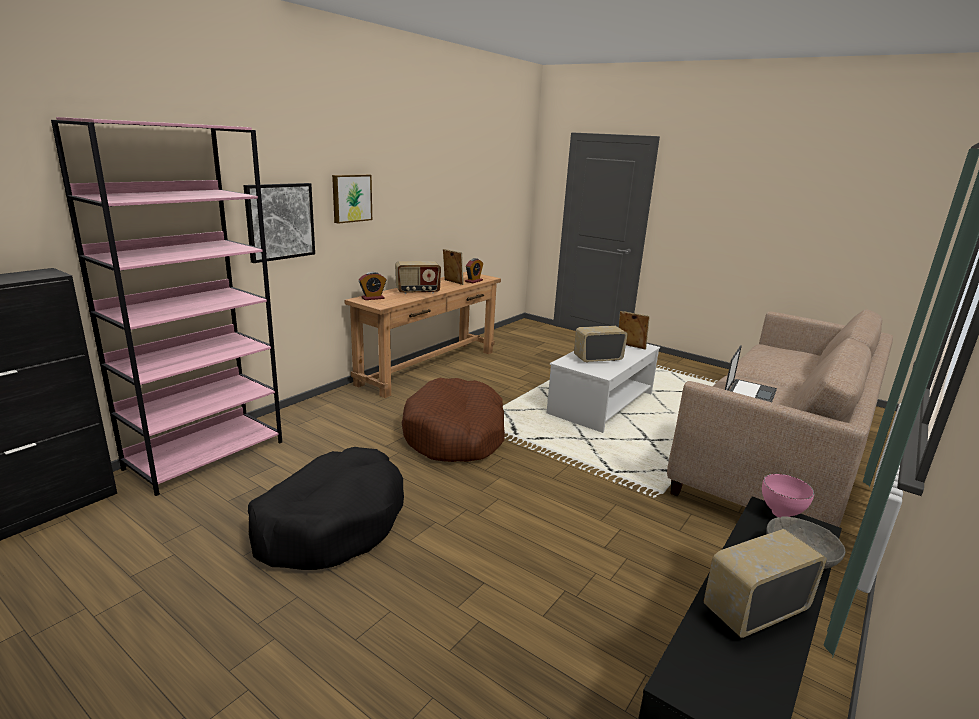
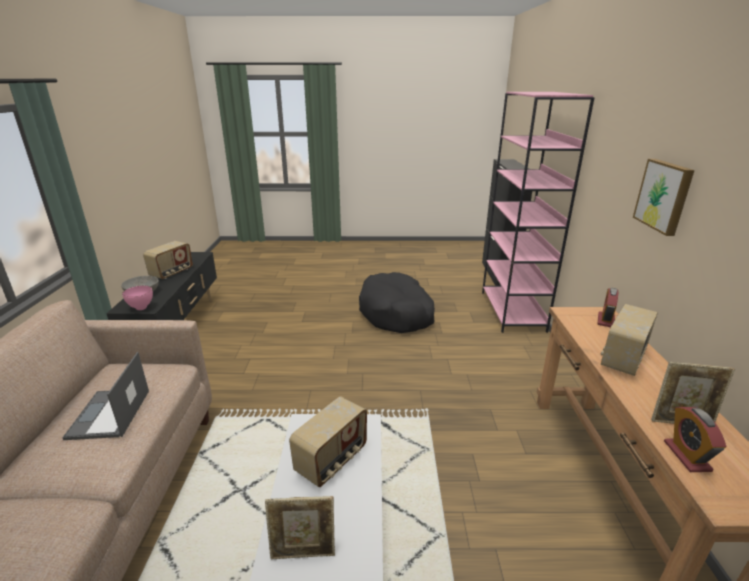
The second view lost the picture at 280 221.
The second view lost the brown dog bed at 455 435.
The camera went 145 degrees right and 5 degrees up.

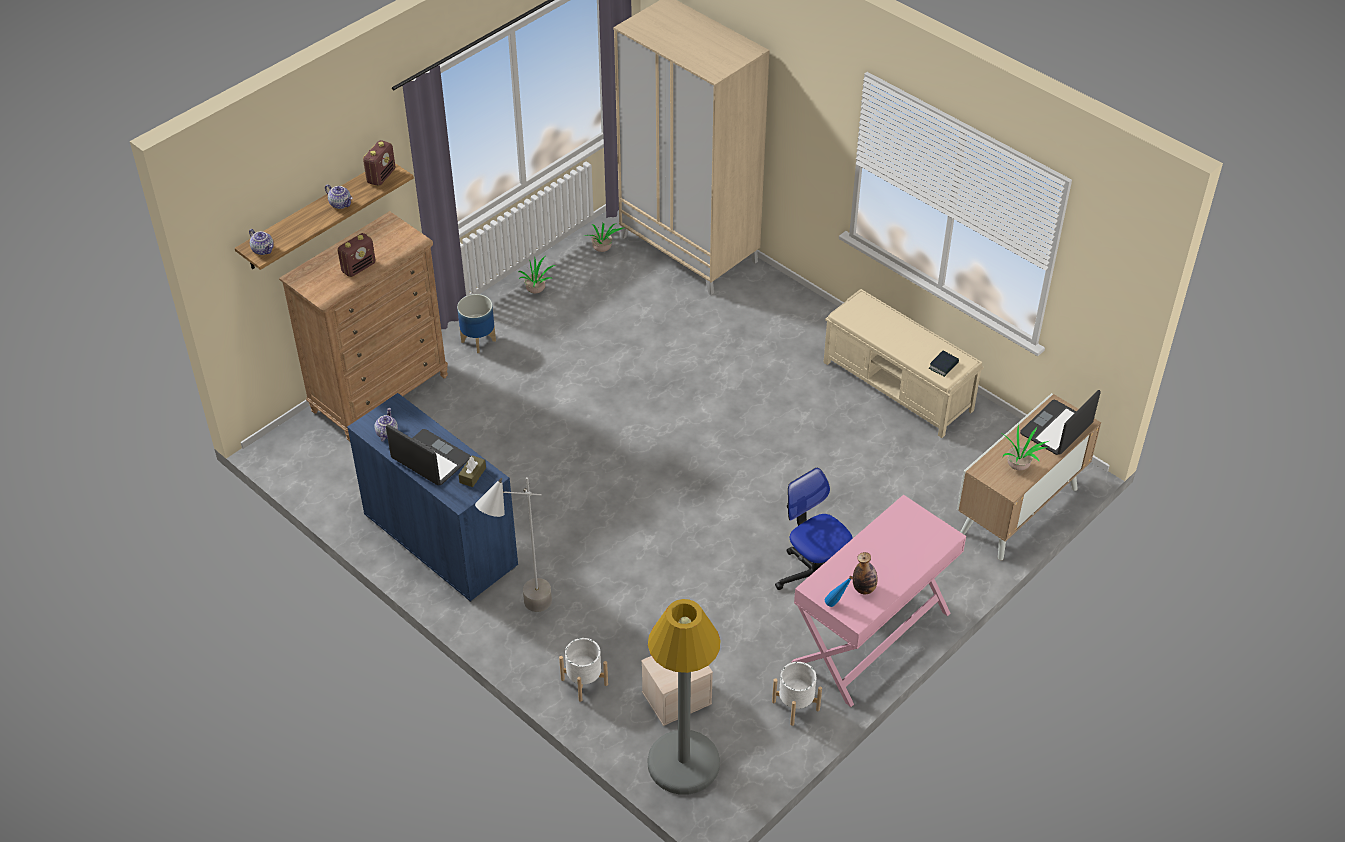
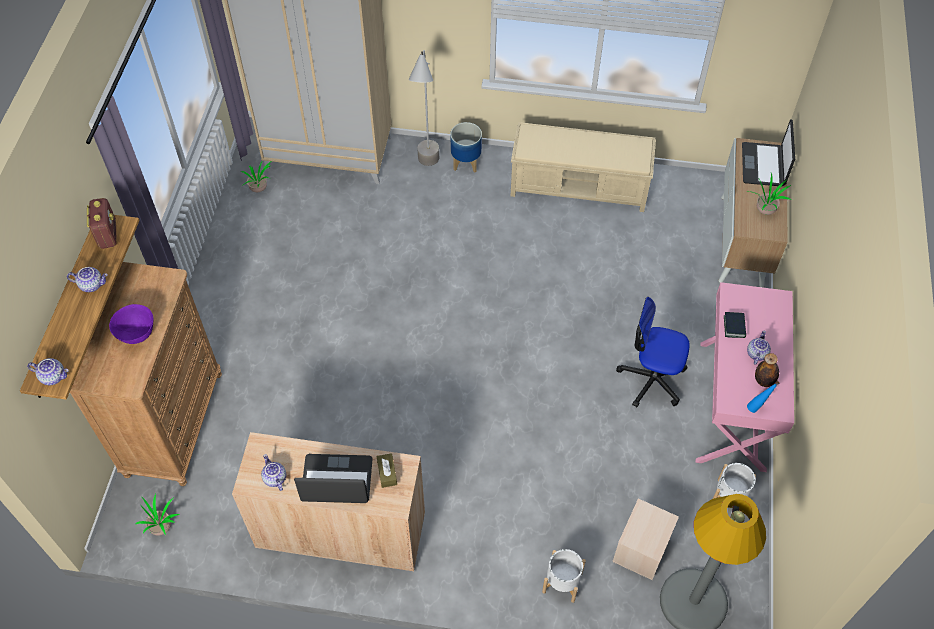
Where the radio stood at 359 267, the purple bowl came to stand at 137 334.
What was the blue cabinet at 440 540 turned into the beige cabinet at 341 530.
The planter ended up elsewhere, having gone from 479 341 to 466 162.
The grey floor lamp ended up elsewhere, having gone from 522 616 to 427 171.
The potted plant ended up elsewhere, having gone from 537 290 to 162 526.
The book ended up elsewhere, having gone from 943 366 to 734 326.
The second view gained the teapot at 756 353.
The camera went 35 degrees left and 10 degrees up.

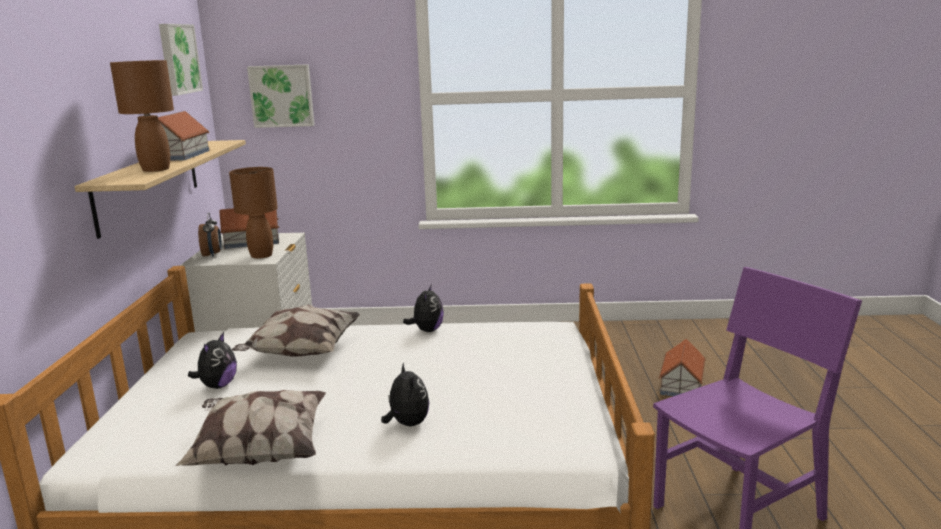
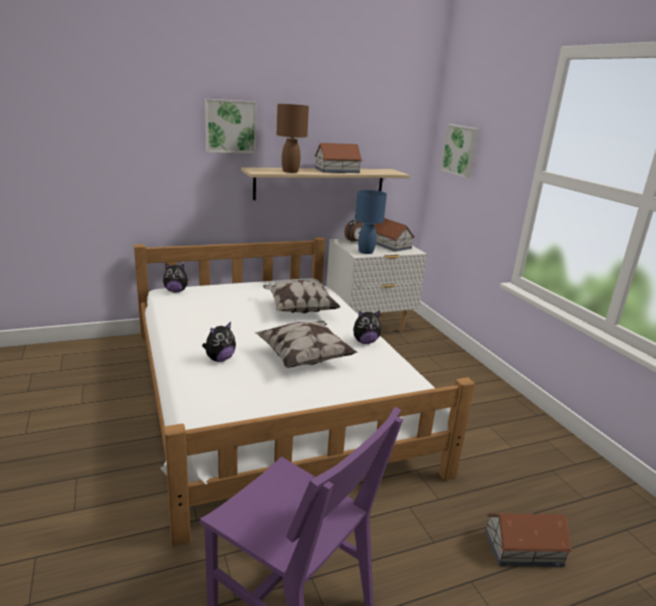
The picture ended up elsewhere, having gone from 178 59 to 230 126.
The pillow ended up elsewhere, having gone from 260 451 to 305 358.
The plush toy ended up elsewhere, having gone from 217 386 to 176 291.
What was the brown table lamp at 261 255 turned into the blue table lamp at 365 252.
The camera went 65 degrees right and 5 degrees up.

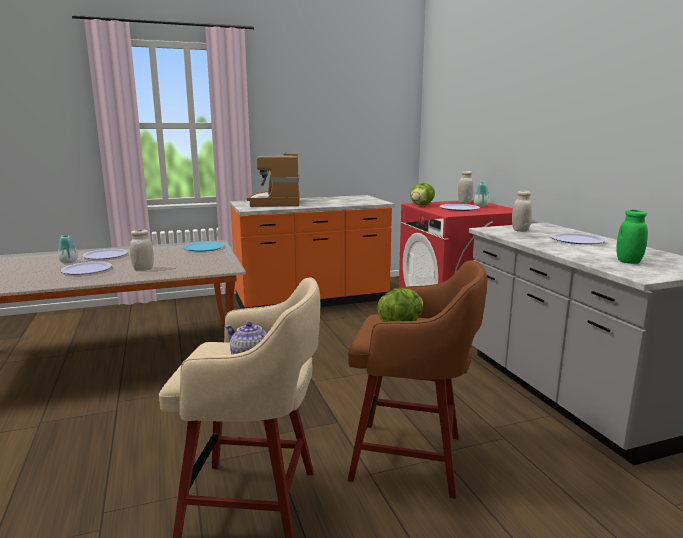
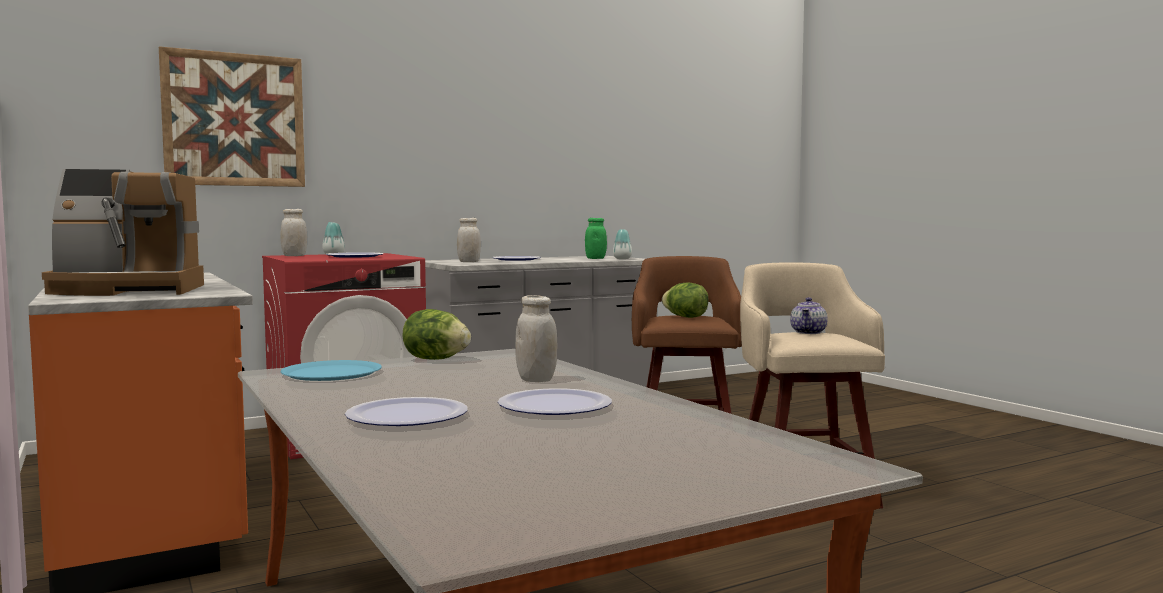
The vase ended up elsewhere, having gone from 69 262 to 622 259.
The lettuce ended up elsewhere, having gone from 421 205 to 436 359.
The second view gained the picture at 234 120.
The camera went 100 degrees left and 10 degrees down.

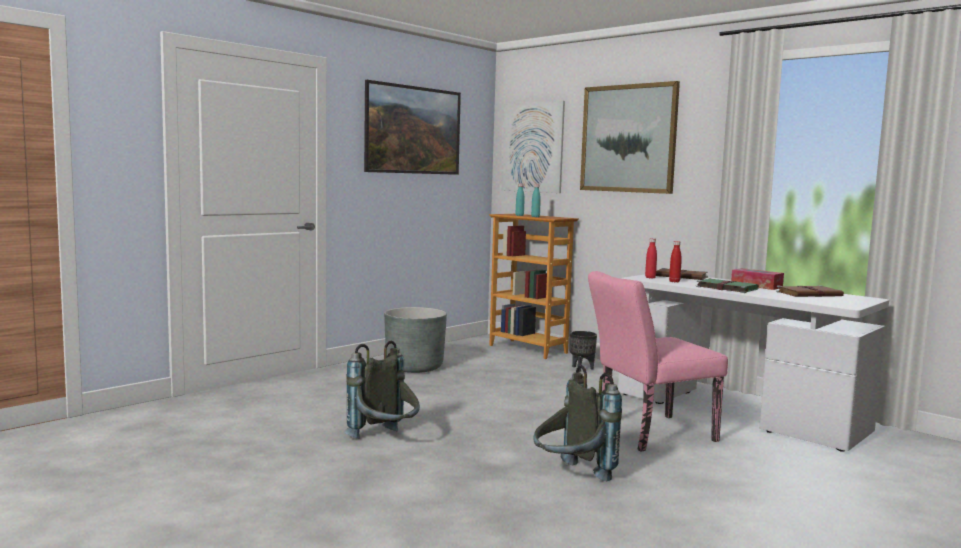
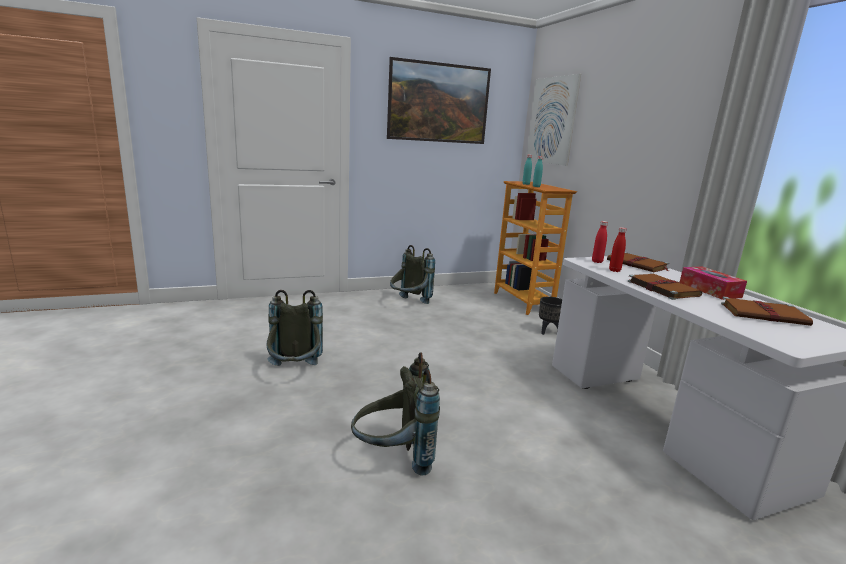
Where the grey planter stood at 414 367, the grey backpack came to stand at 409 304.
The second view lost the picture at 628 138.
The second view lost the pink chair at 648 434.
What was the green book at 725 288 turned into the brown book at 661 288.
The camera went 25 degrees right and 10 degrees up.

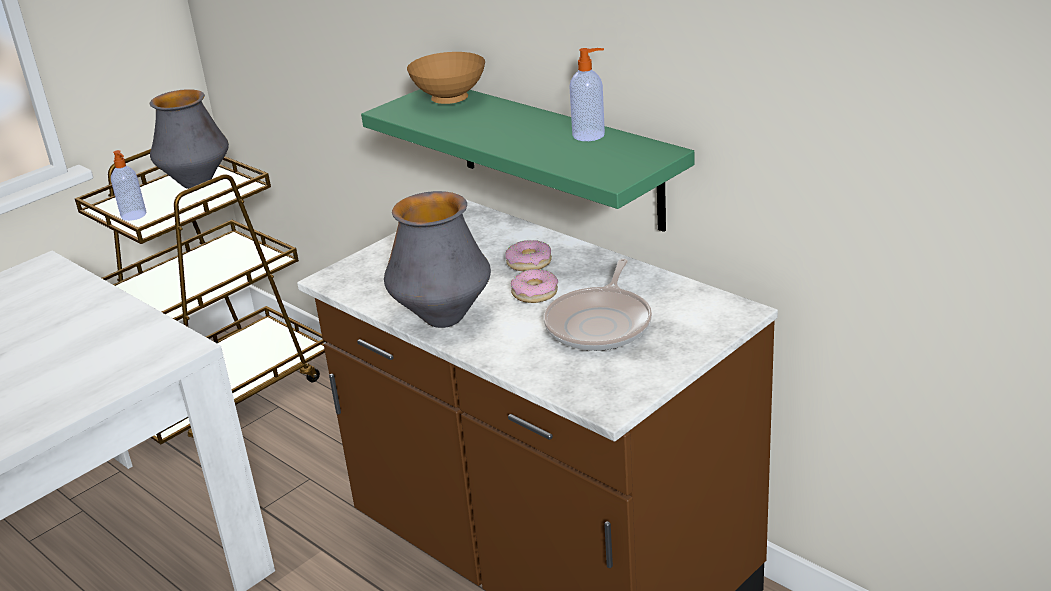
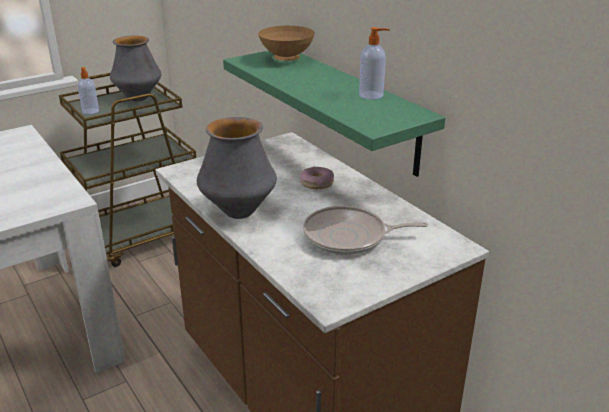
The second view lost the donut at 534 293.
The frying pan at 600 324 ended up facing another way, 60 degrees clockwise from before.
The camera went 10 degrees right and 0 degrees up.

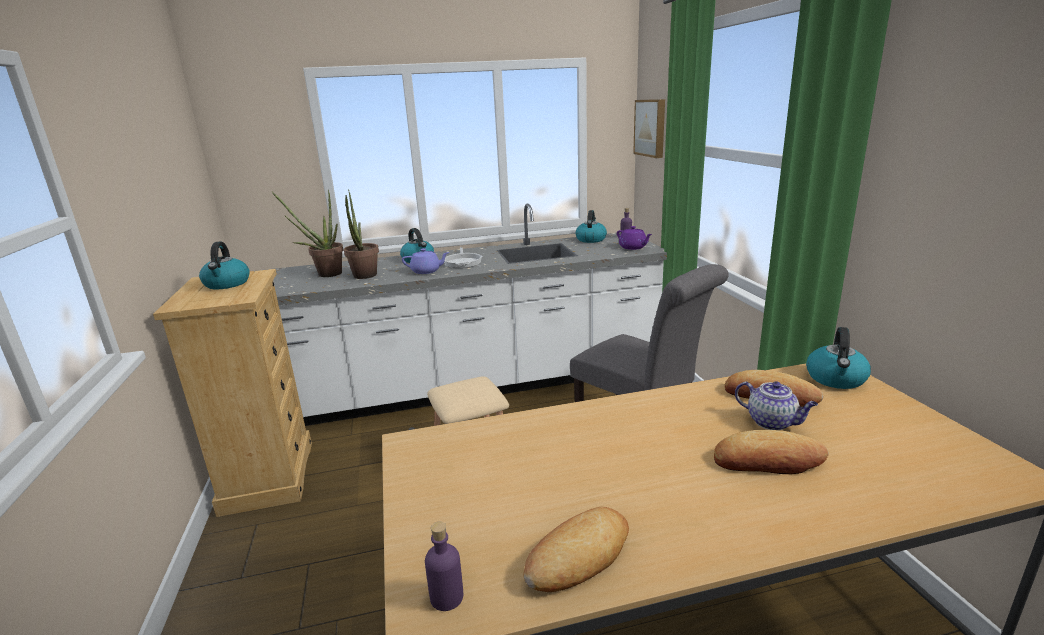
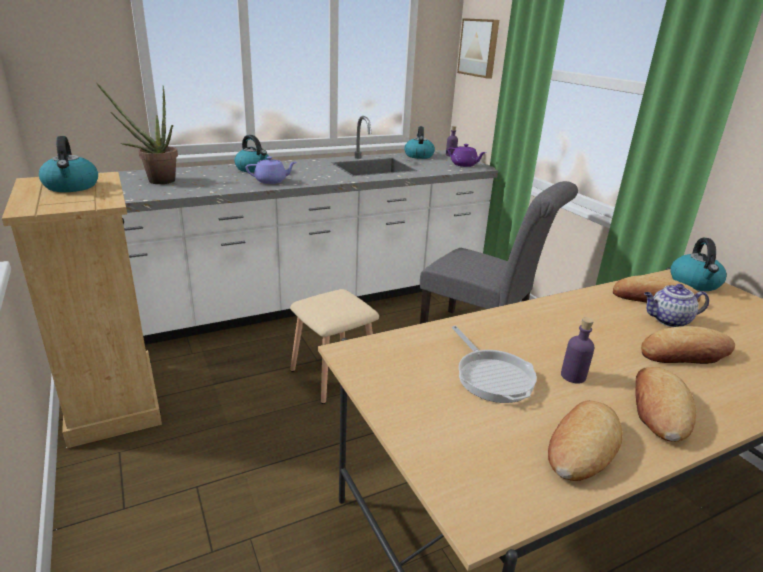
The second view lost the potted plant at 364 277.
The purple bottle ended up elsewhere, having gone from 447 597 to 573 376.
The frying pan ended up elsewhere, having gone from 463 262 to 492 376.
The teapot at 772 422 ended up facing another way, 150 degrees clockwise from before.
The second view gained the bread at 659 409.
The camera went 15 degrees left and 5 degrees up.

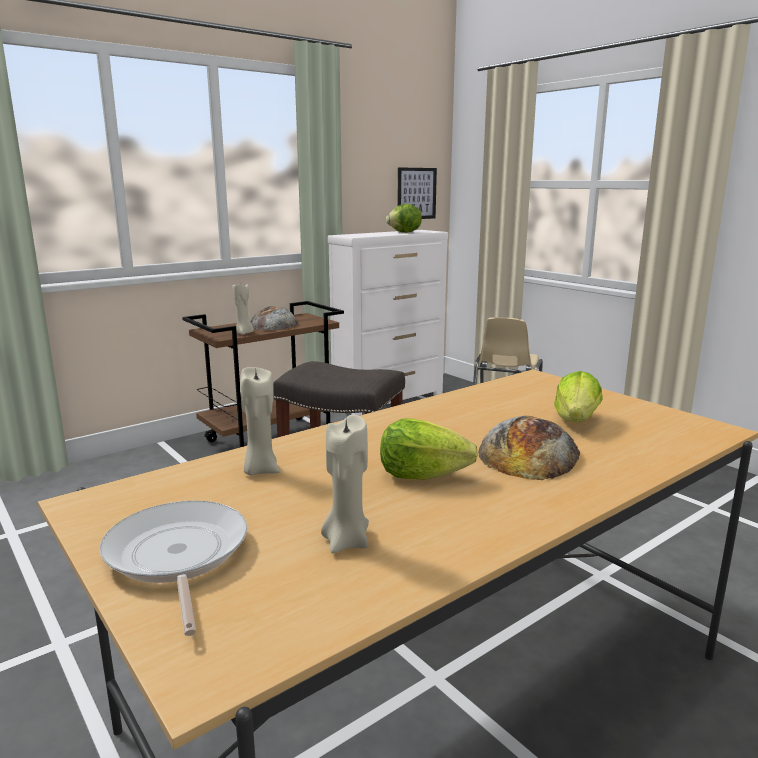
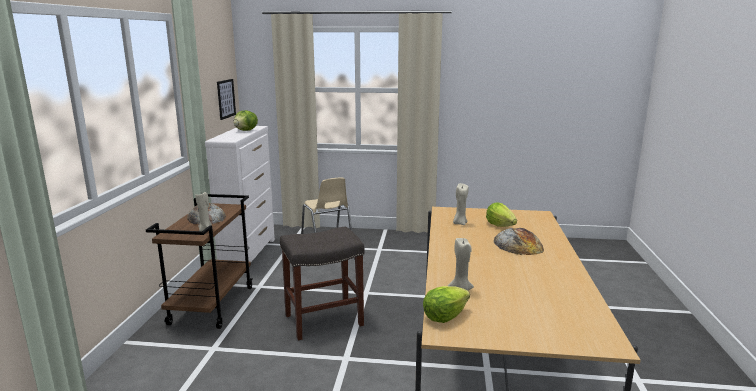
The second view lost the frying pan at 177 556.
The beige candle ended up elsewhere, having gone from 346 541 to 459 223.
The lettuce ended up elsewhere, having gone from 421 475 to 444 316.
The camera went 45 degrees left and 0 degrees up.

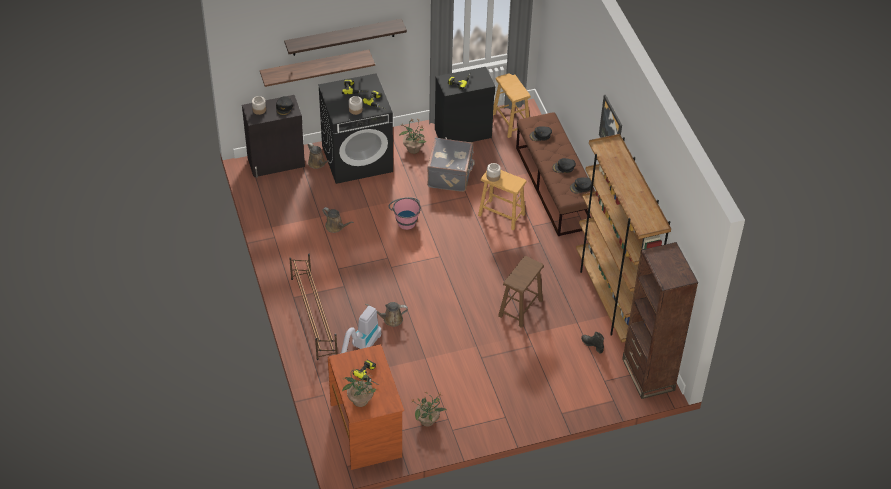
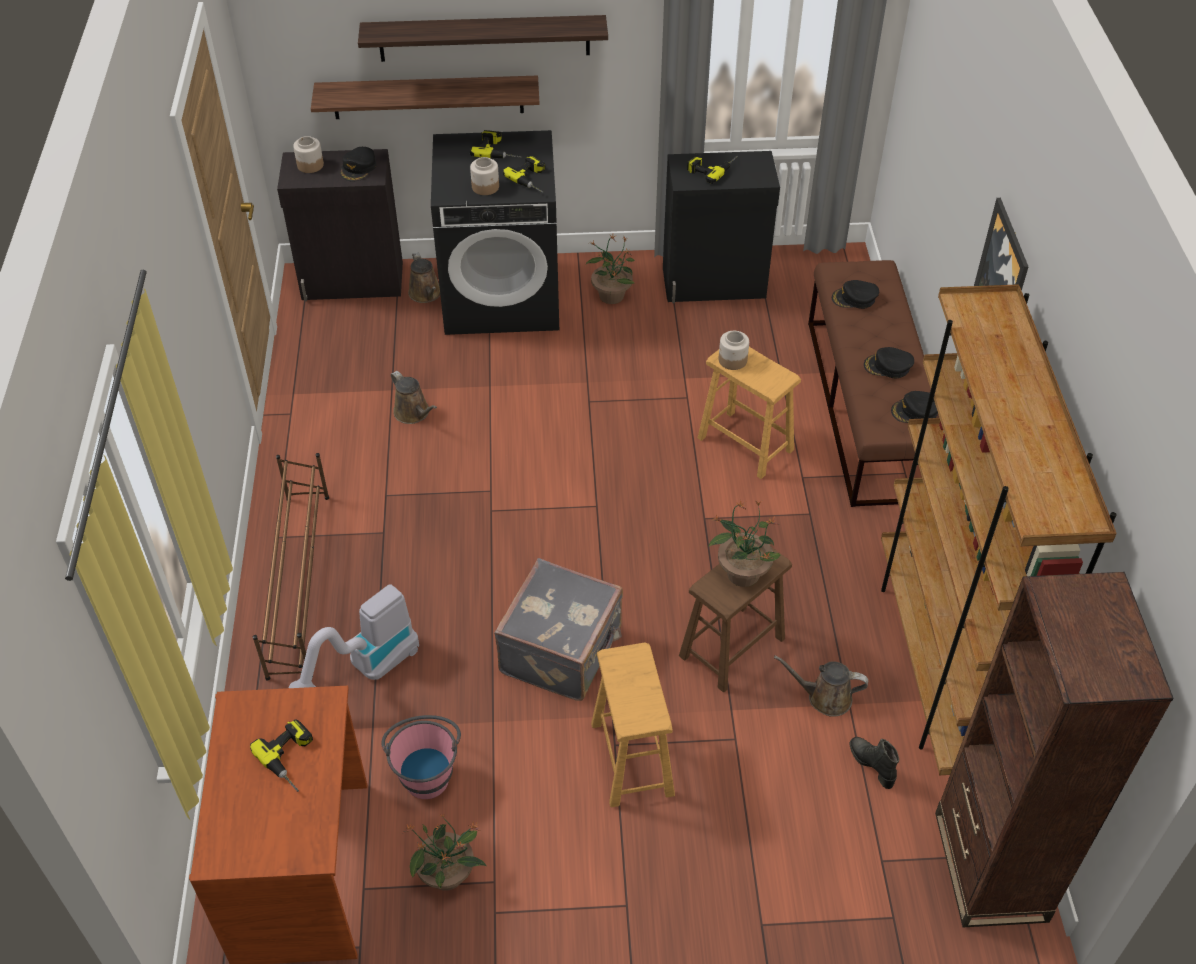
The potted plant ended up elsewhere, having gone from 360 400 to 742 573.
The brown watering can ended up elsewhere, having gone from 390 319 to 825 697.
The pink bucket ended up elsewhere, having gone from 405 220 to 426 771.
The grey suitcase ended up elsewhere, having gone from 451 175 to 563 651.
The brown stool ended up elsewhere, having gone from 511 122 to 632 758.
The camera went 15 degrees right and 0 degrees up.

